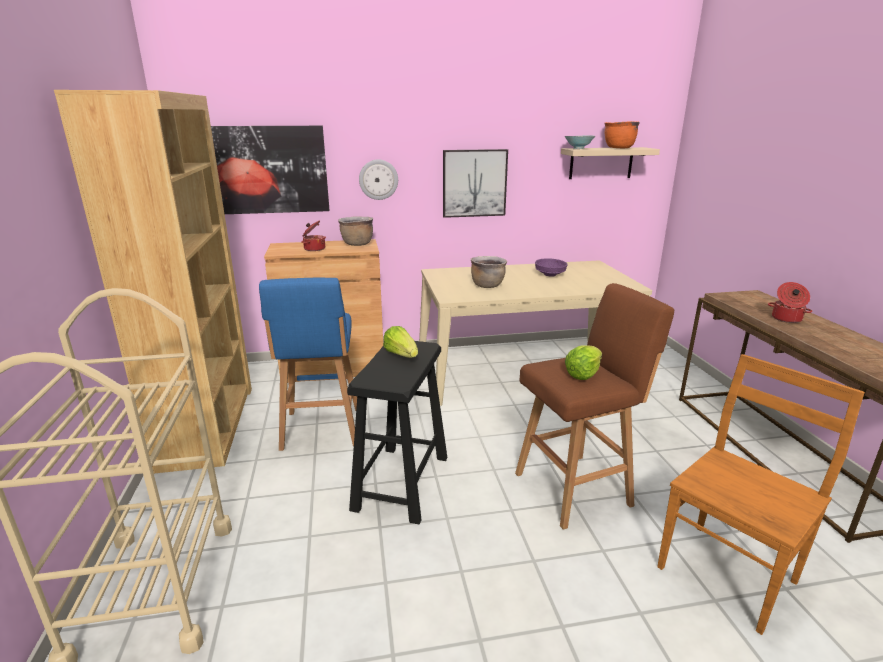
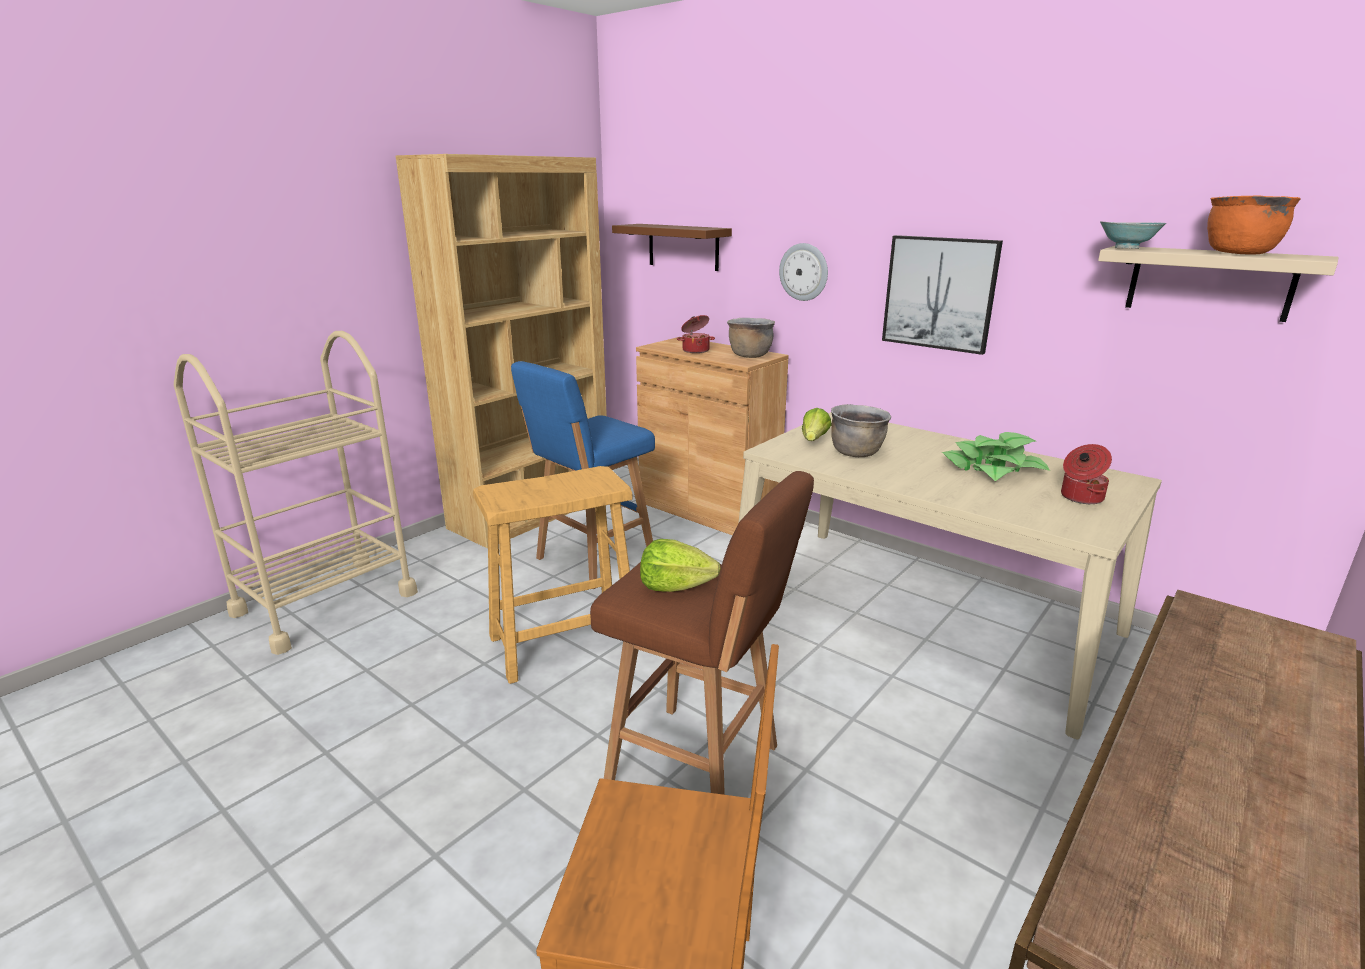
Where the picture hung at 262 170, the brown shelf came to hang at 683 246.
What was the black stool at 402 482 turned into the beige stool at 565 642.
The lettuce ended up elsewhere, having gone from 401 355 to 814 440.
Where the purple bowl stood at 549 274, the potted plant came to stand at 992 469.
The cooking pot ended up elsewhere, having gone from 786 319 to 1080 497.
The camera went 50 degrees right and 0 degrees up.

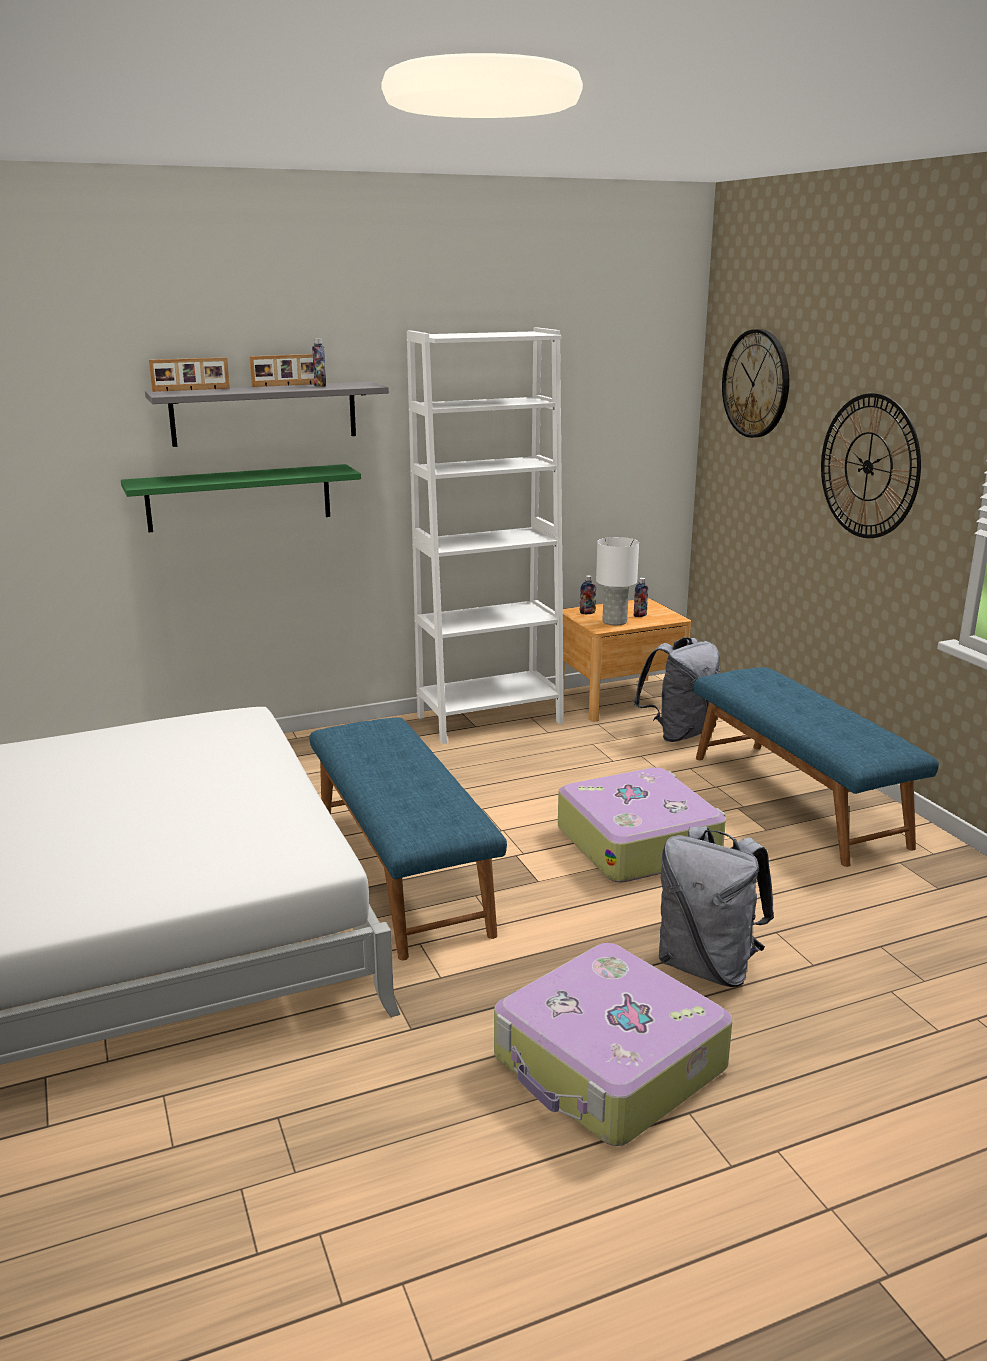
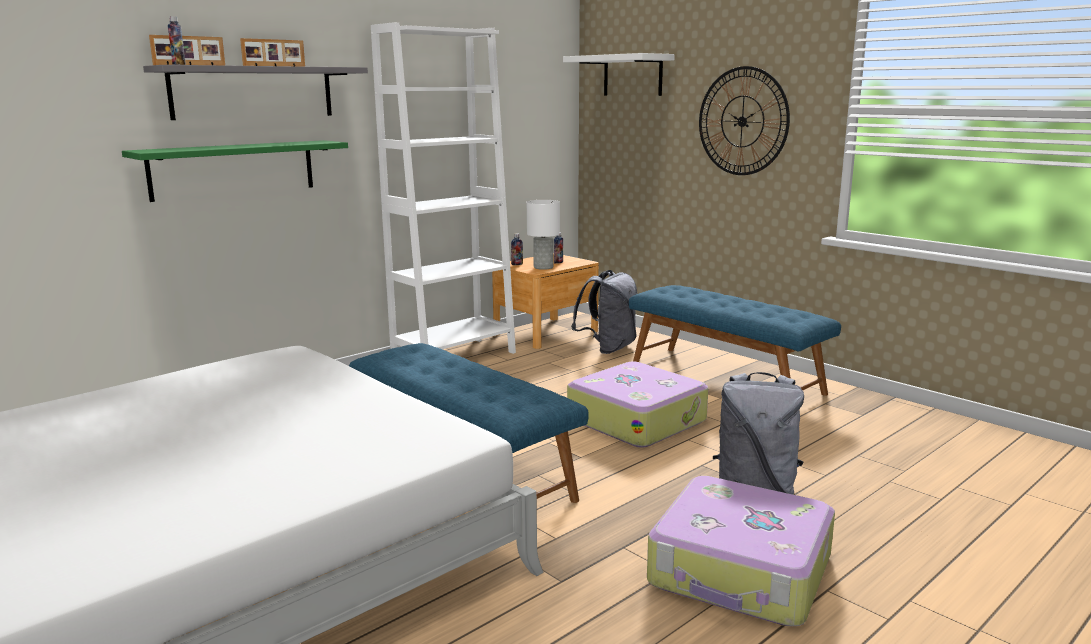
The bottle ended up elsewhere, having gone from 320 386 to 179 64.
Where the wall clock hung at 756 384, the white shelf came to hang at 632 75.
The camera went 20 degrees left and 5 degrees down.

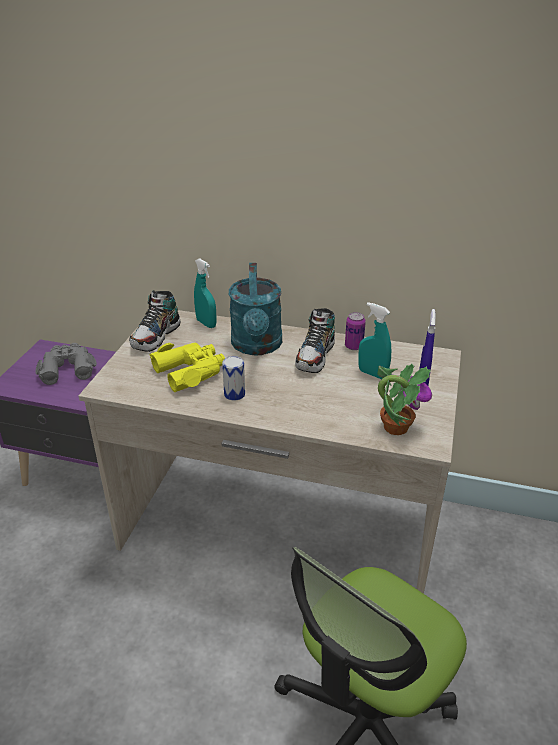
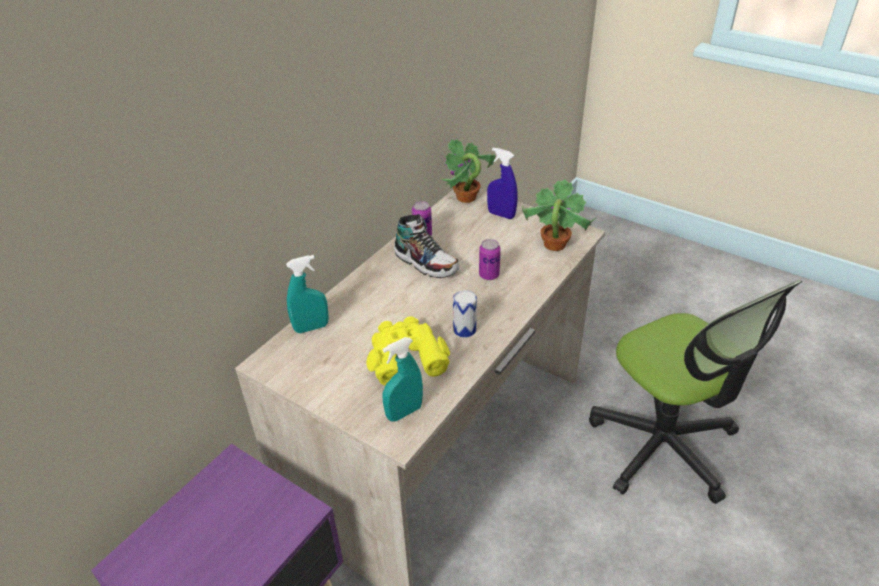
The second view lost the grey binoculars at 67 368.
The second view lost the shoe at 156 336.
The second view lost the turquoise watering can at 257 346.
The turquoise spray bottle ended up elsewhere, having gone from 372 374 to 404 412.
The second view gained the potted plant at 466 198.
The second view gained the can at 489 275.
The camera went 70 degrees left and 5 degrees up.

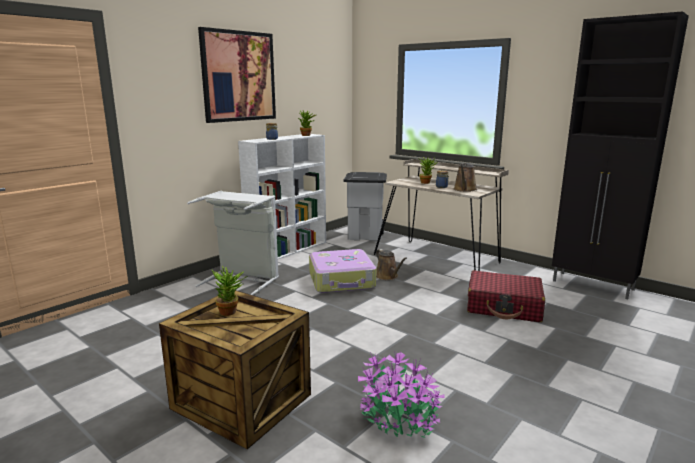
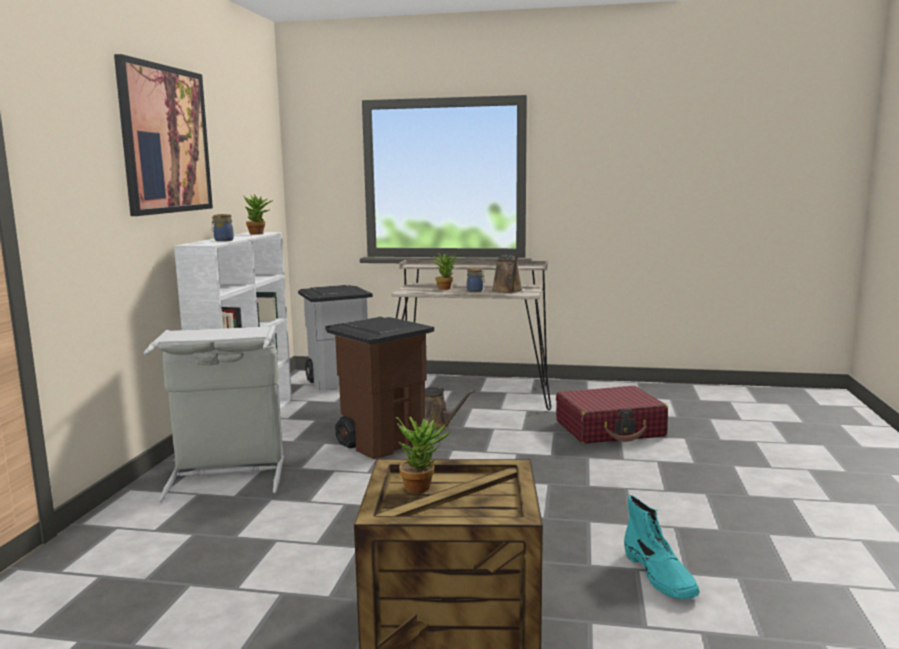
Where the suitcase stood at 342 280, the brown trash can came to stand at 382 443.
Where the potted plant stood at 398 418, the turquoise boot came to stand at 659 575.
The second view lost the black cabinet at 593 286.
The camera went 30 degrees left and 5 degrees down.

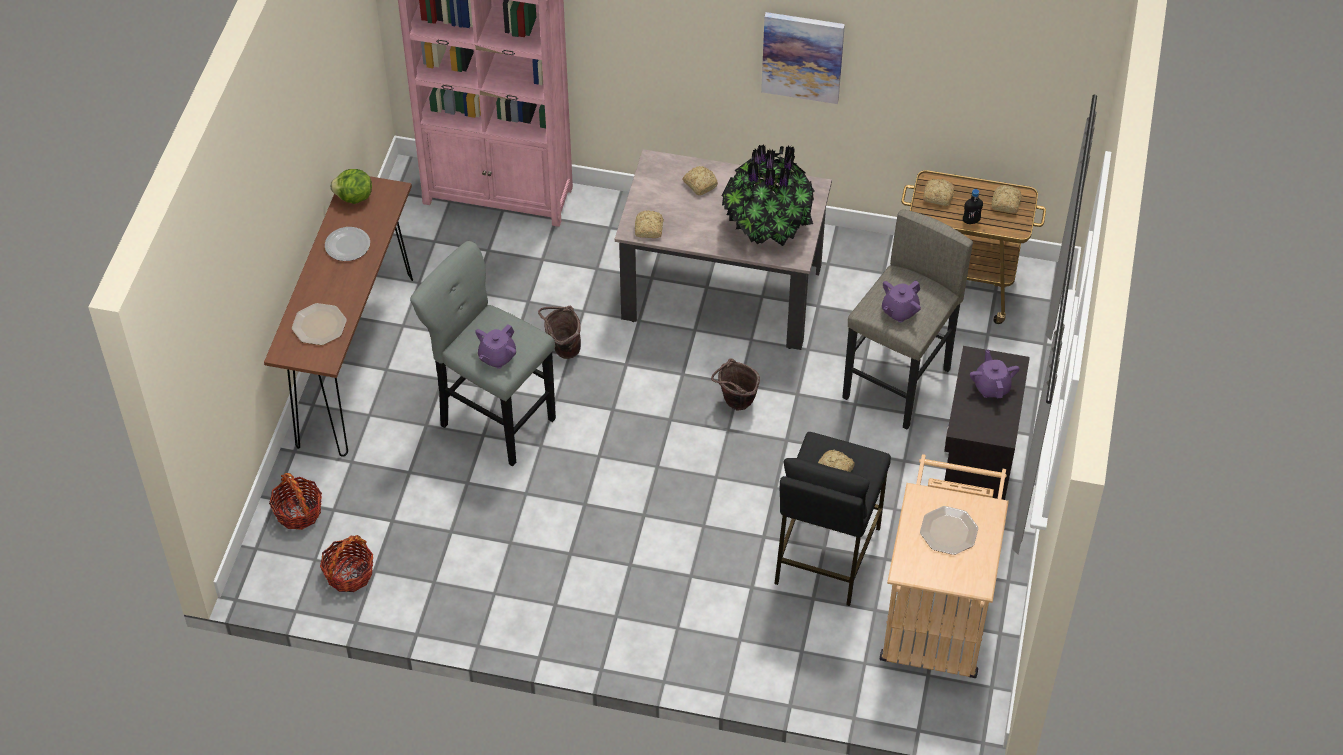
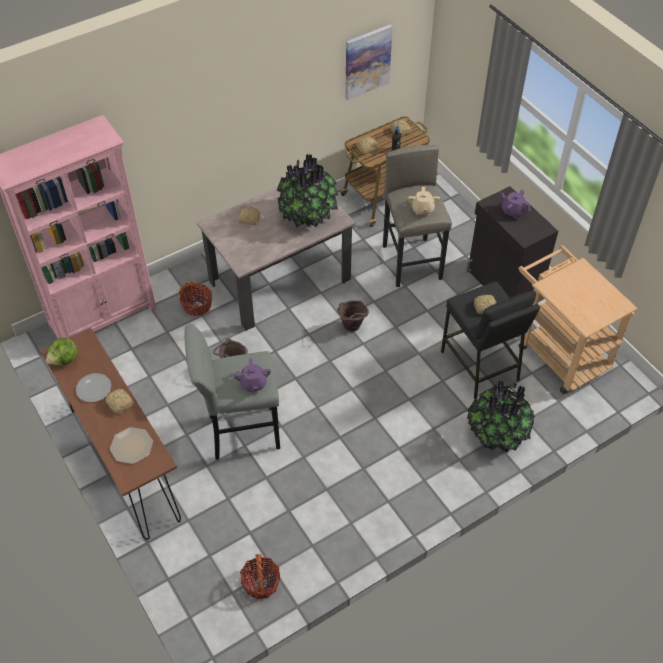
The basket ended up elsewhere, having gone from 298 512 to 197 305.
The bread ended up elsewhere, having gone from 648 229 to 120 404.
The picture ended up elsewhere, having gone from 802 56 to 367 62.
What was the purple teapot at 899 311 turned into the beige teapot at 422 209.
The second view lost the plate at 949 531.
The second view gained the potted plant at 496 434.
The camera went 45 degrees left and 0 degrees up.

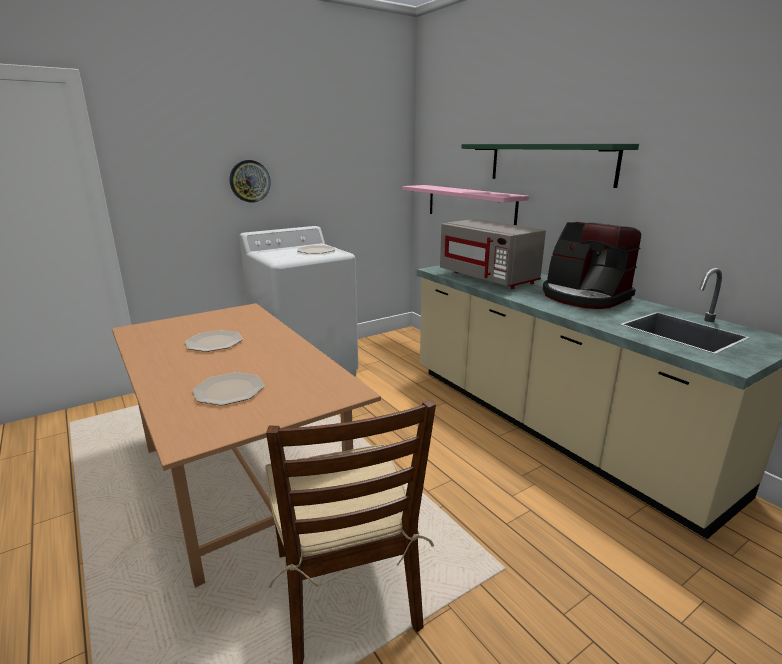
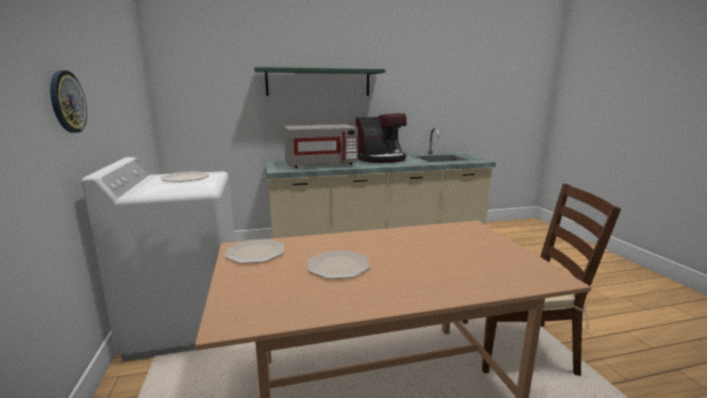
The plate ended up elsewhere, having gone from 229 390 to 255 252.
The second view lost the pink shelf at 470 205.
The camera went 70 degrees left and 5 degrees down.

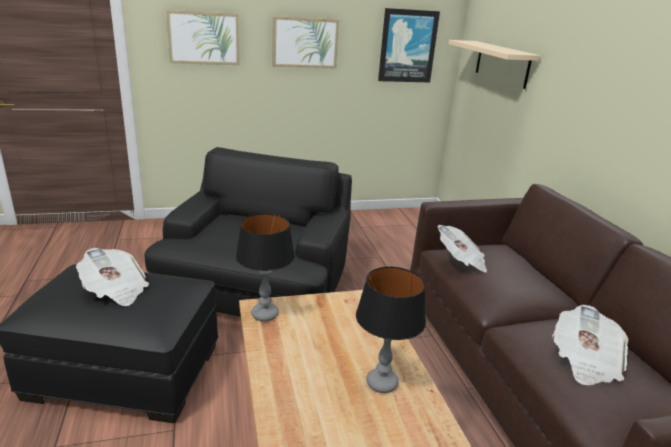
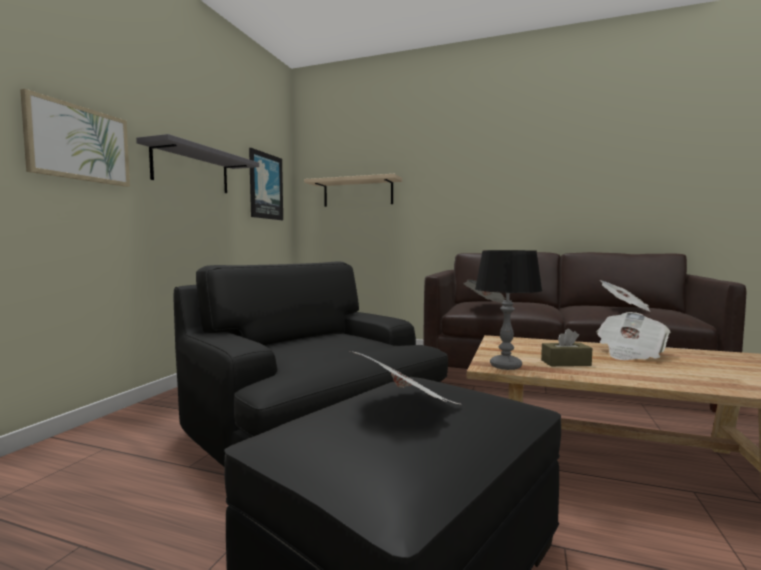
Where the picture hung at 305 42, the grey shelf came to hang at 191 170.
Where the table lamp stood at 381 383, the newspaper came to stand at 630 353.
The second view gained the brown tissue box at 565 363.
The camera went 55 degrees left and 20 degrees down.

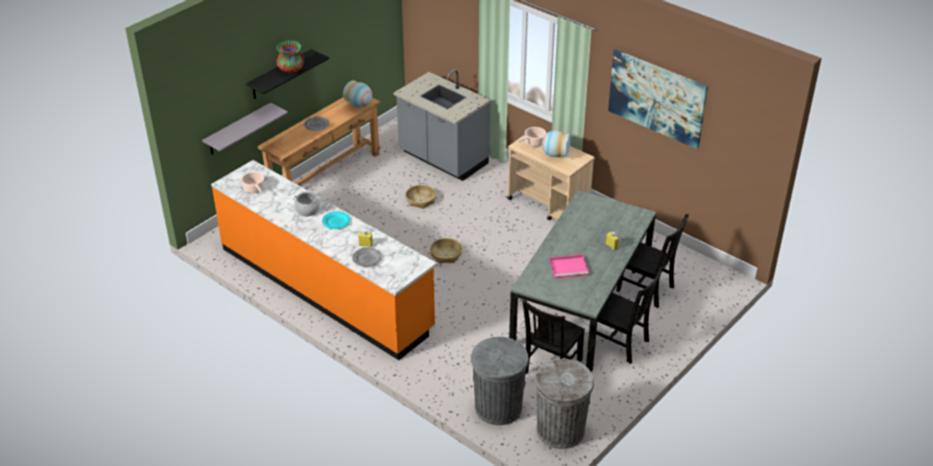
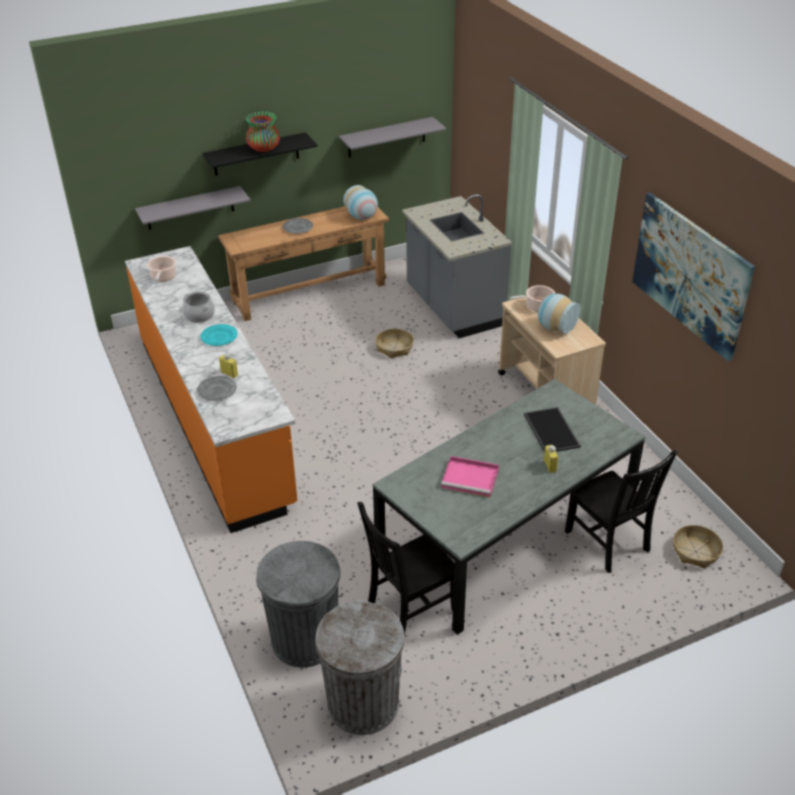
The basket ended up elsewhere, having gone from 446 255 to 696 551.
The second view lost the black chair at 620 343.
The second view gained the grey shelf at 386 137.
The second view gained the tray at 550 430.
The camera went 25 degrees right and 0 degrees up.

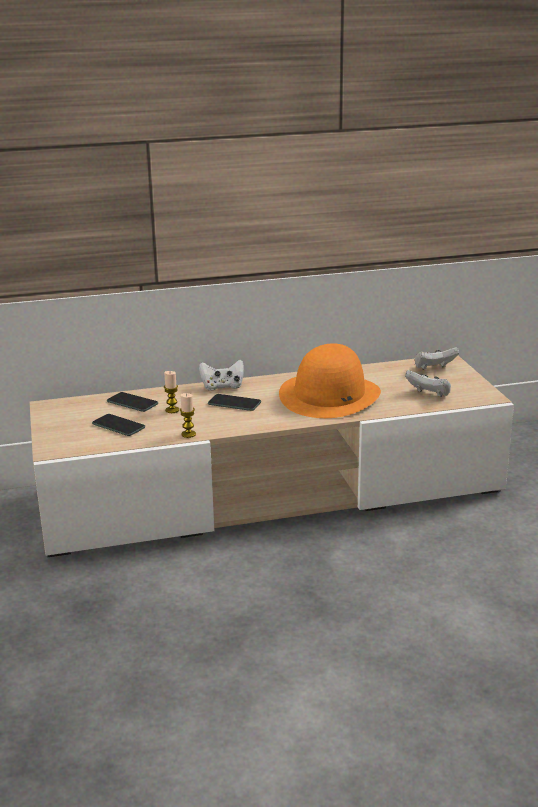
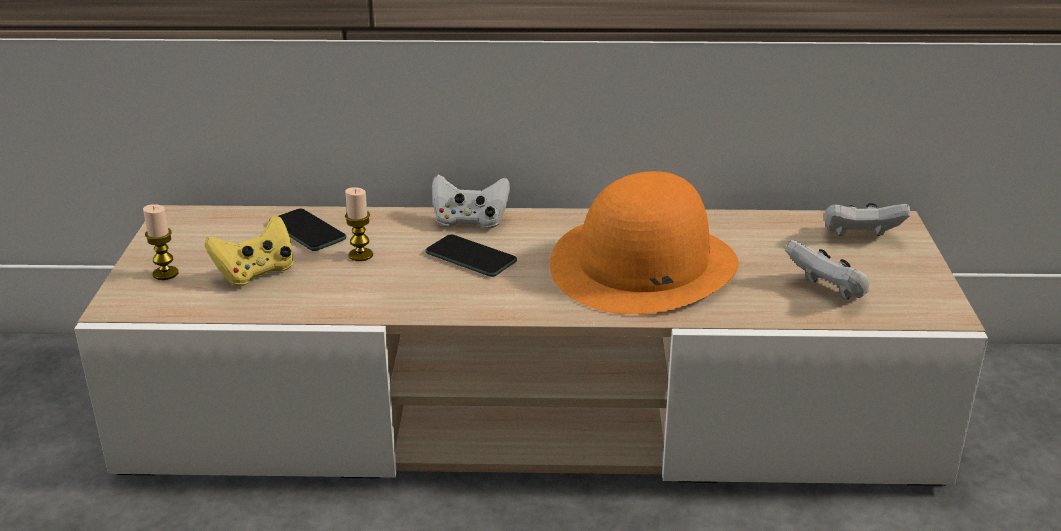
Where the phone stood at 118 426, the yellow game controller came to stand at 256 273.
The candle ended up elsewhere, having gone from 188 434 to 165 273.
The camera went 15 degrees right and 5 degrees up.

